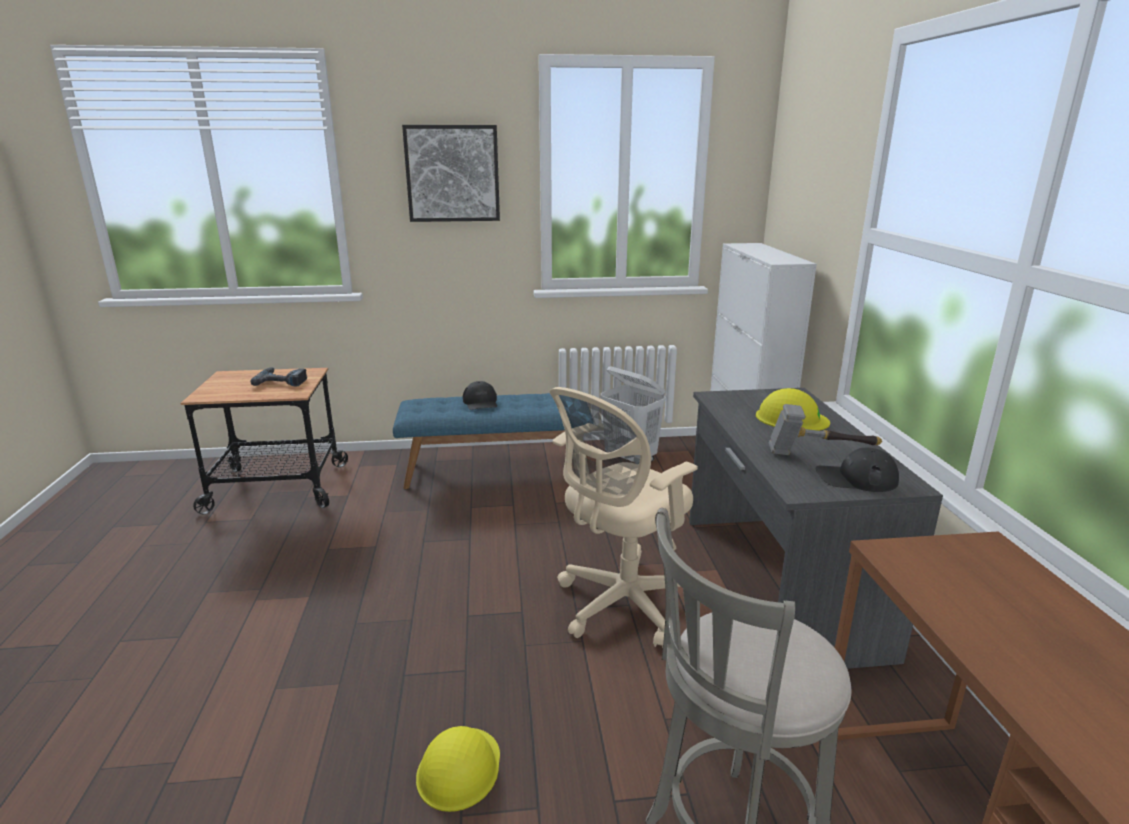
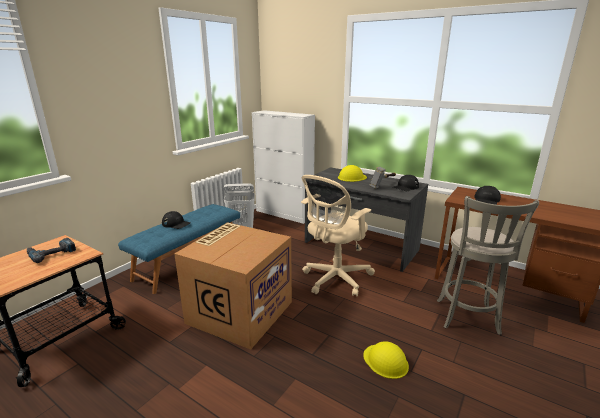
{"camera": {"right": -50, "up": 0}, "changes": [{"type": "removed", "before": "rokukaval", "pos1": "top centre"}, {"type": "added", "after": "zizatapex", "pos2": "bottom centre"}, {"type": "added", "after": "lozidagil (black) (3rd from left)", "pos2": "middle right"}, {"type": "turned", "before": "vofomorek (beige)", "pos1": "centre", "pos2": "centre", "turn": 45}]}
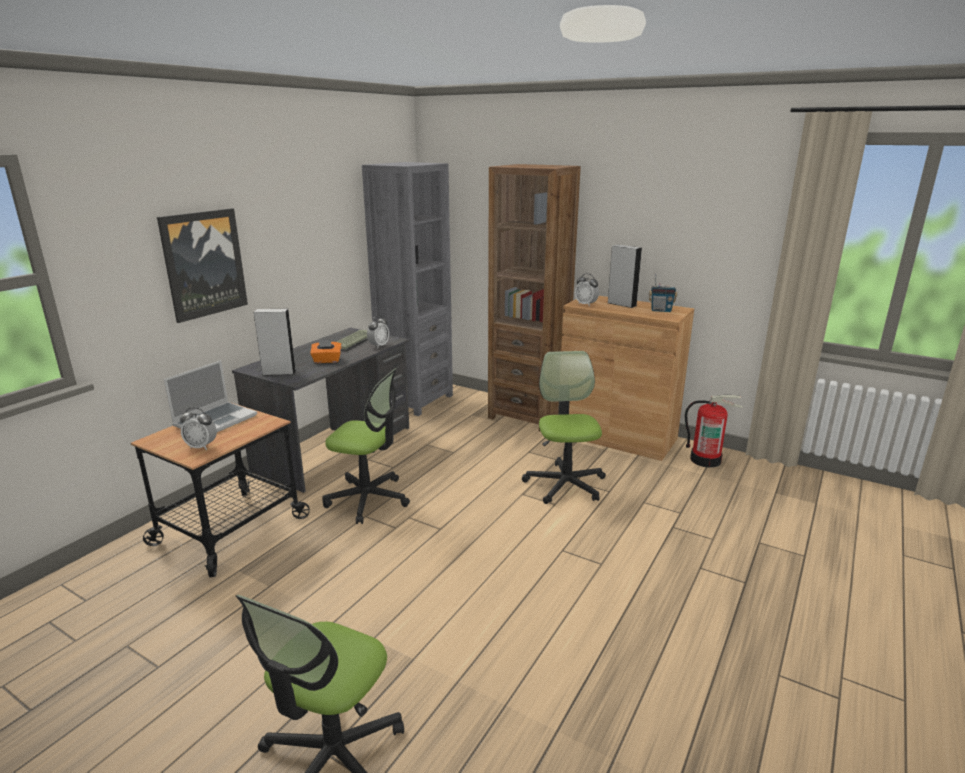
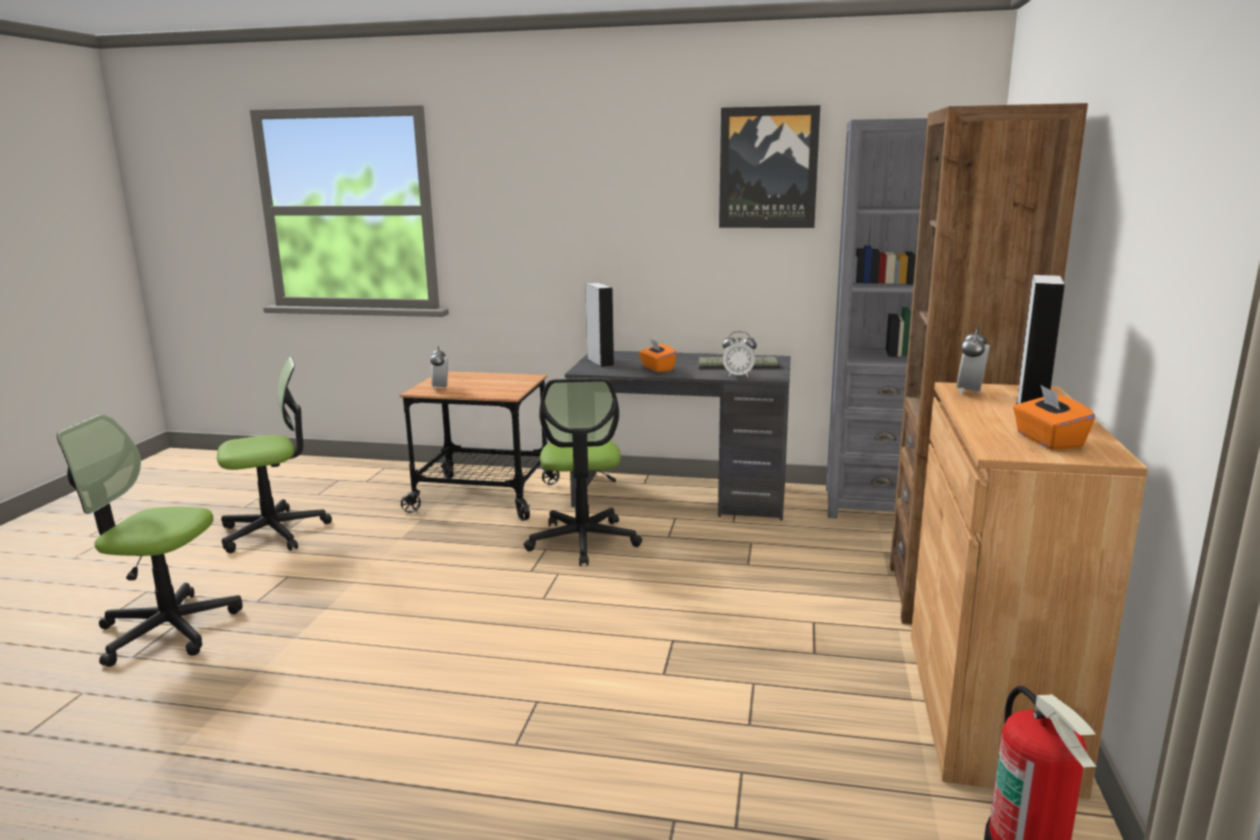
{"camera": {"right": 70, "up": -5}, "changes": [{"type": "removed", "before": "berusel", "pos1": "middle left"}, {"type": "moved", "before": "rokukaval", "pos1": "middle left", "pos2": "top centre"}, {"type": "moved", "before": "vofomorek (3rd from left in the first image)", "after": "vofomorek (2nd from left)", "pos1": "centre", "pos2": "middle left"}, {"type": "replaced", "before": "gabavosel", "after": "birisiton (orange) (2nd from left)", "pos1": "middle right", "pos2": "middle right"}]}
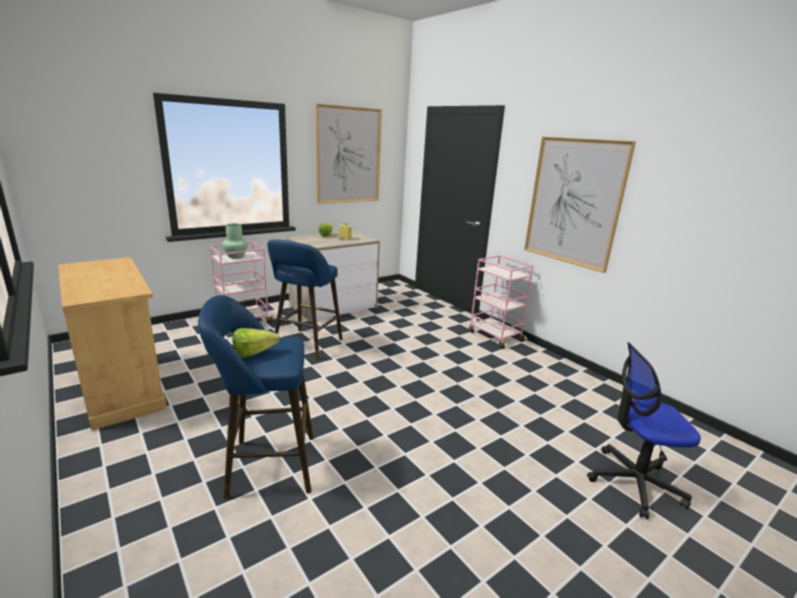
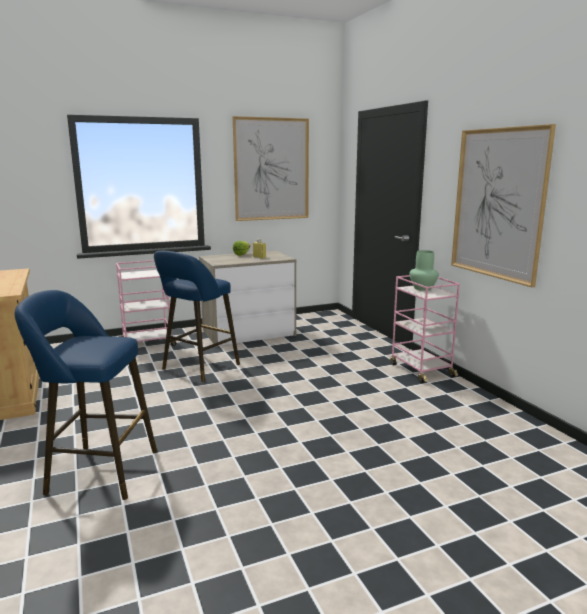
{"camera": {"right": 15, "up": -5}, "changes": [{"type": "removed", "before": "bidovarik (1st from left)", "pos1": "middle left"}, {"type": "removed", "before": "vofomorek", "pos1": "bottom right"}, {"type": "moved", "before": "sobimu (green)", "pos1": "middle left", "pos2": "middle right"}]}
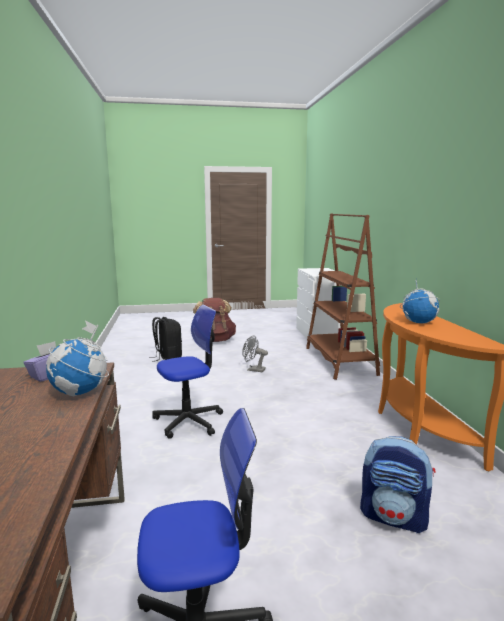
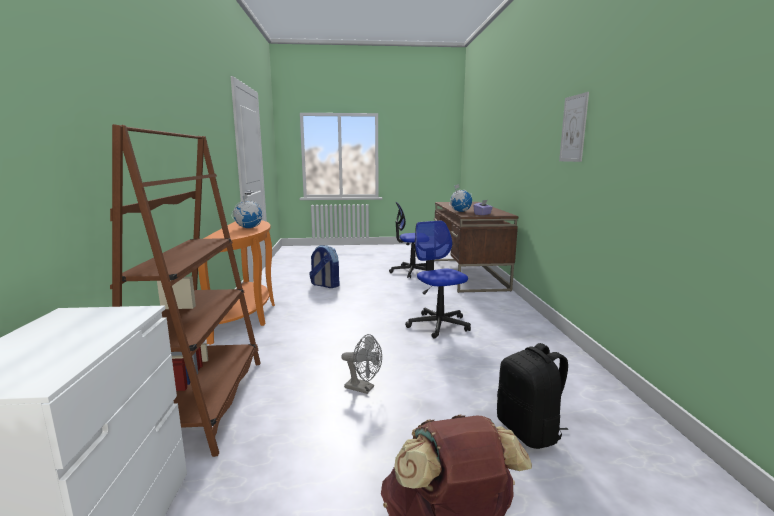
{"camera": {"right": -175, "up": 0}, "changes": [{"type": "added", "after": "rokukaval", "pos2": "top right"}, {"type": "turned", "before": "vofomorek (1st from left in the first image)", "pos1": "centre", "pos2": "centre", "turn": 90}]}
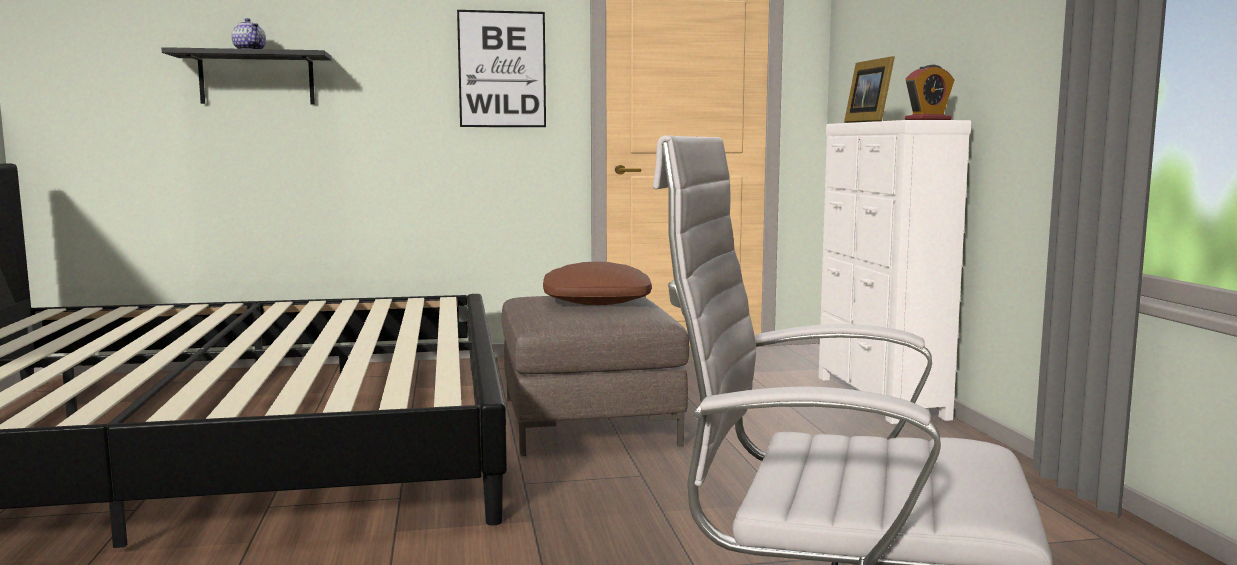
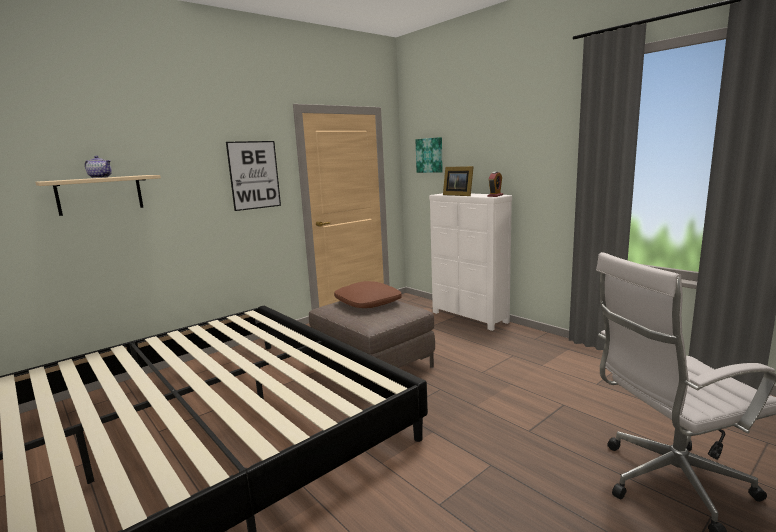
{"camera": {"right": -30, "up": 5}, "changes": [{"type": "added", "after": "rokukaval (2nd from left)", "pos2": "top centre"}, {"type": "recoloured", "before": "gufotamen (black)", "after": "gufotamen (beige)", "pos1": "top left", "pos2": "middle left"}]}
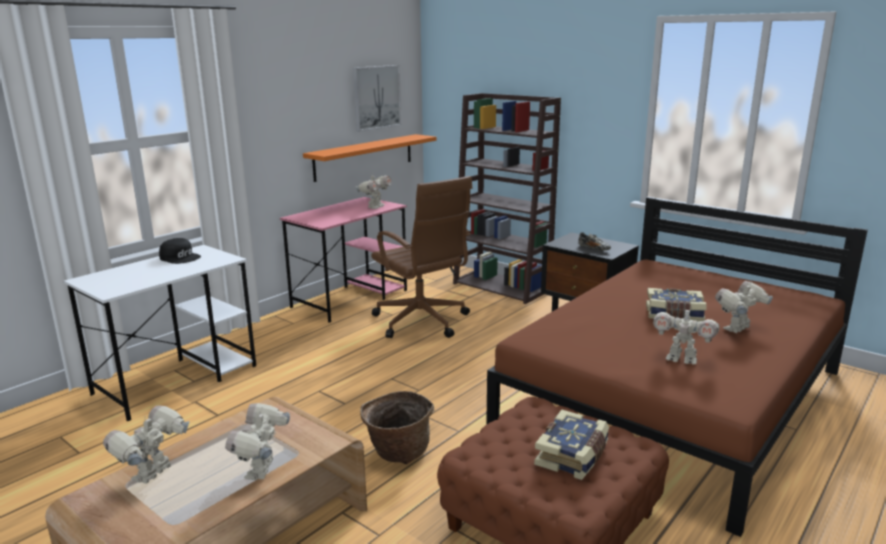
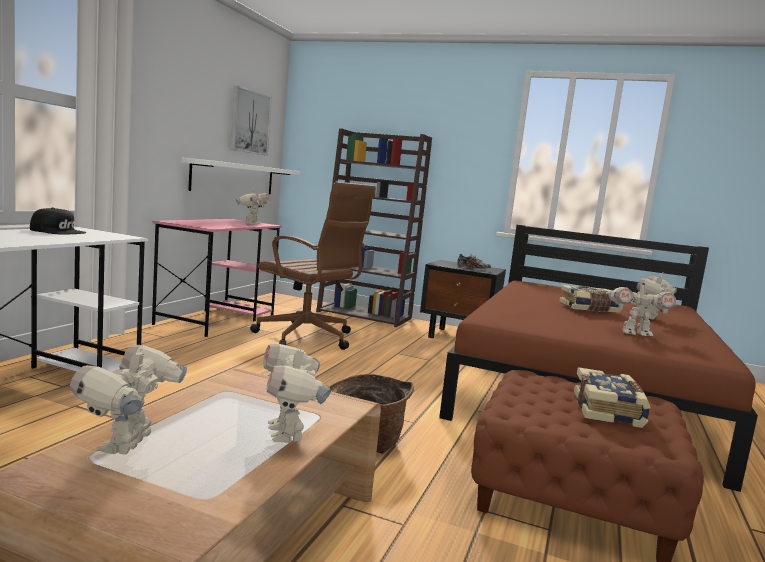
{"camera": {"right": -20, "up": -10}, "changes": [{"type": "recoloured", "before": "gufotamen (orange)", "after": "gufotamen (white)", "pos1": "top centre", "pos2": "top left"}]}
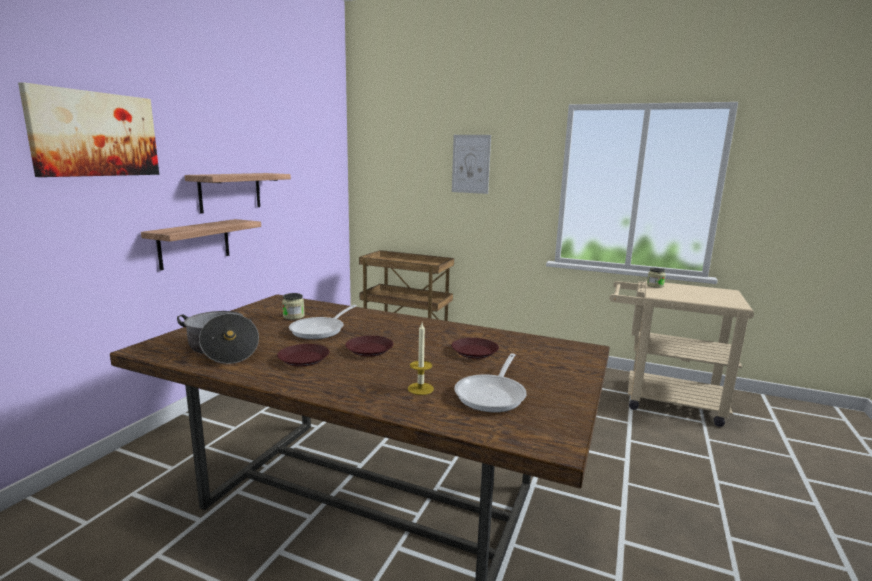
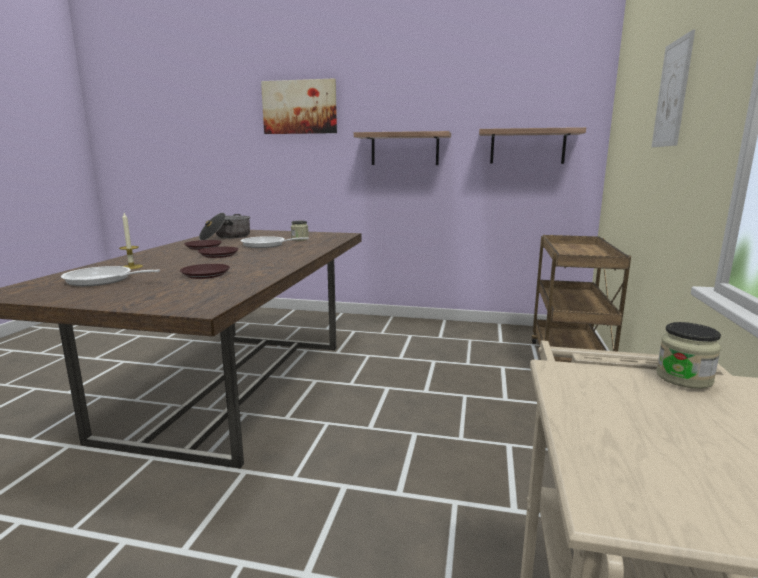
{"camera": {"right": 80, "up": 0}, "changes": [{"type": "moved", "before": "gufotamen (1st from left in the first image)", "after": "gufotamen (2nd from left)", "pos1": "middle left", "pos2": "top right"}]}
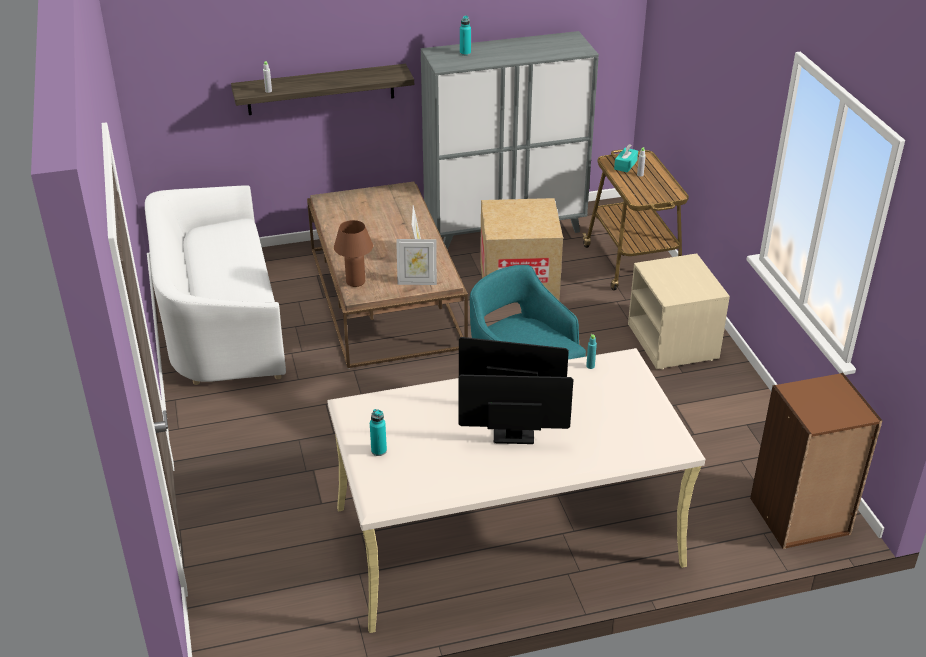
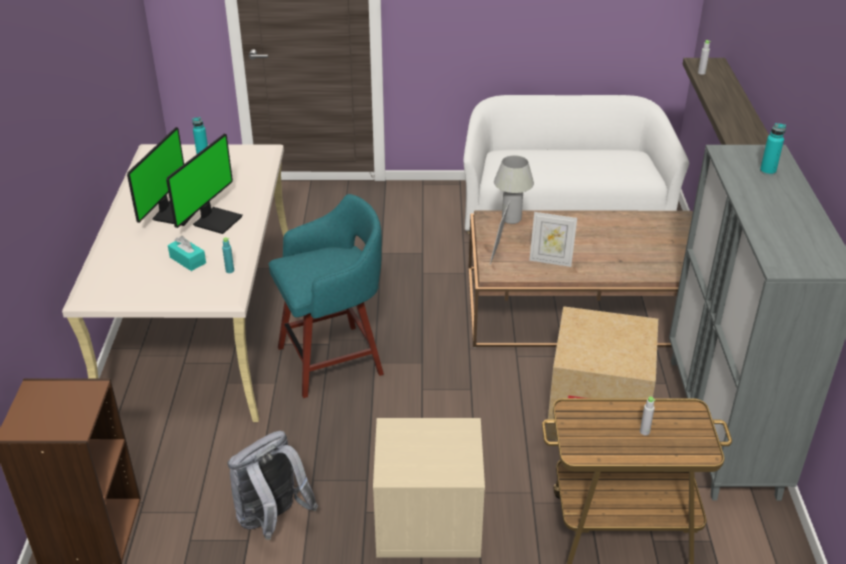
{"camera": {"right": 105, "up": 0}, "changes": [{"type": "added", "after": "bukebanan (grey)", "pos2": "bottom left"}, {"type": "moved", "before": "birisiton (turquoise)", "pos1": "top right", "pos2": "middle left"}, {"type": "recoloured", "before": "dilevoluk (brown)", "after": "dilevoluk (white)", "pos1": "centre", "pos2": "centre"}]}
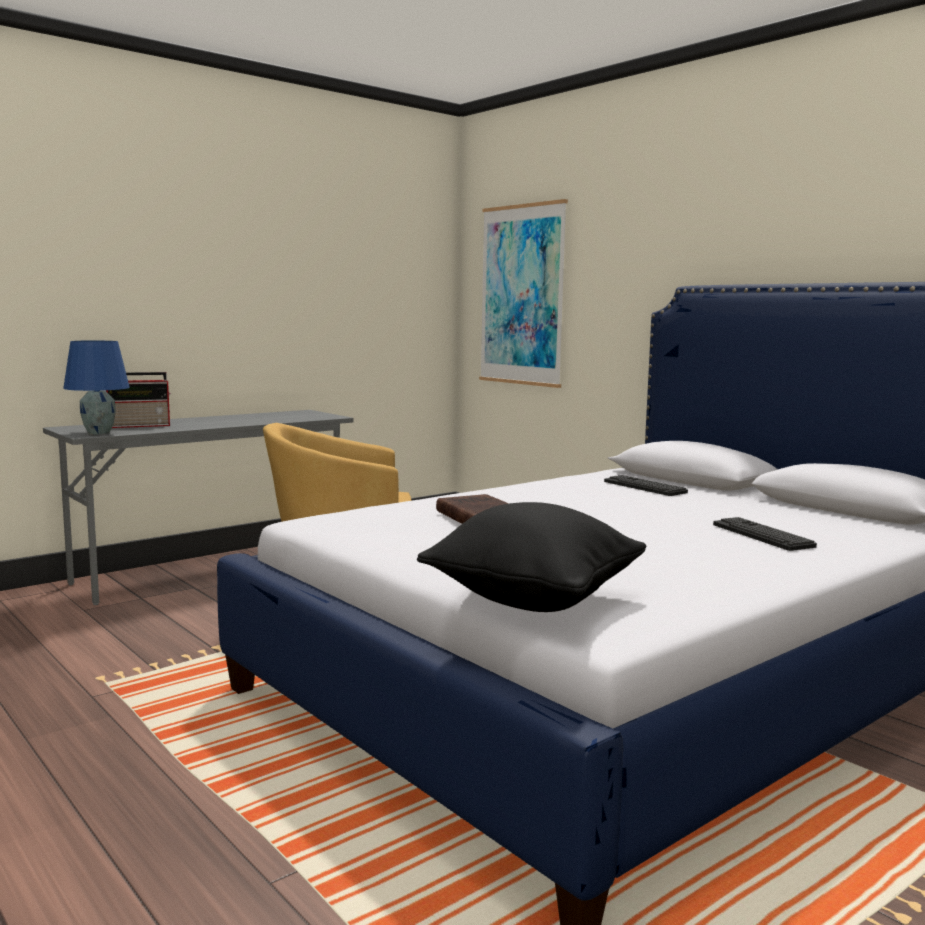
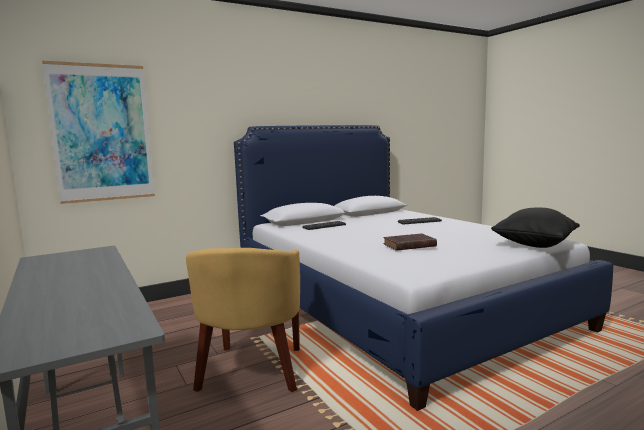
{"camera": {"right": -80, "up": 0}, "changes": [{"type": "removed", "before": "dilevoluk (blue)", "pos1": "middle left"}, {"type": "removed", "before": "gabavosel", "pos1": "middle left"}]}
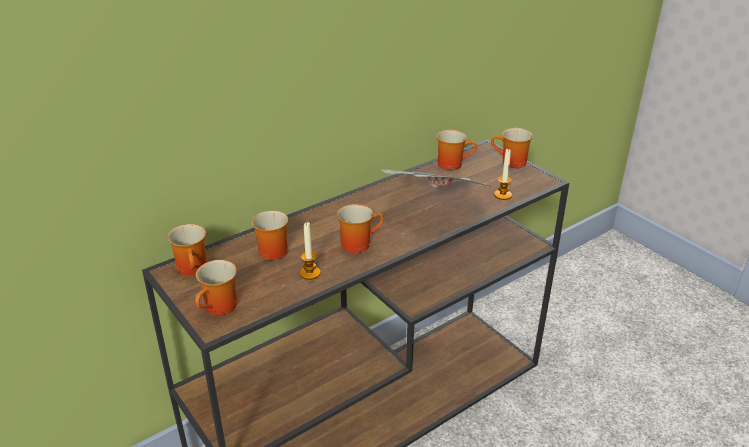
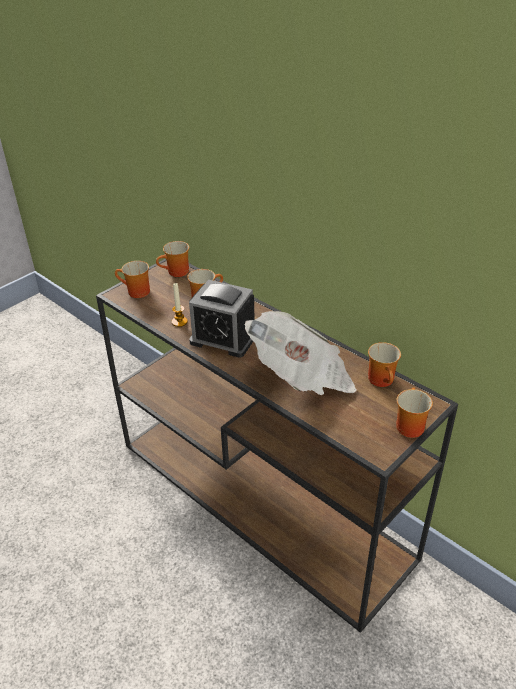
{"camera": {"right": 80, "up": 5}, "changes": [{"type": "removed", "before": "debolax (2nd from left)", "pos1": "middle right"}, {"type": "replaced", "before": "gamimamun (4th from left)", "after": "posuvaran", "pos1": "centre", "pos2": "centre"}]}
